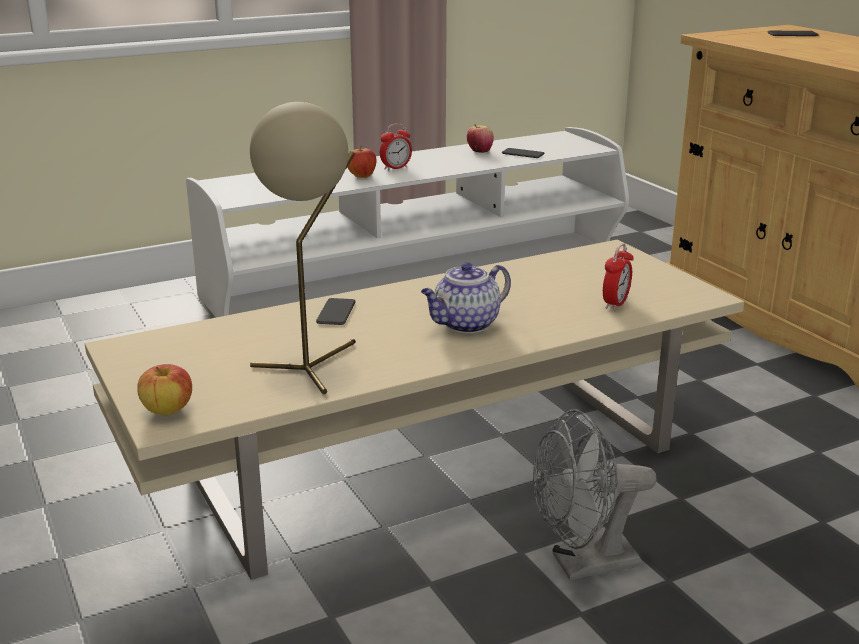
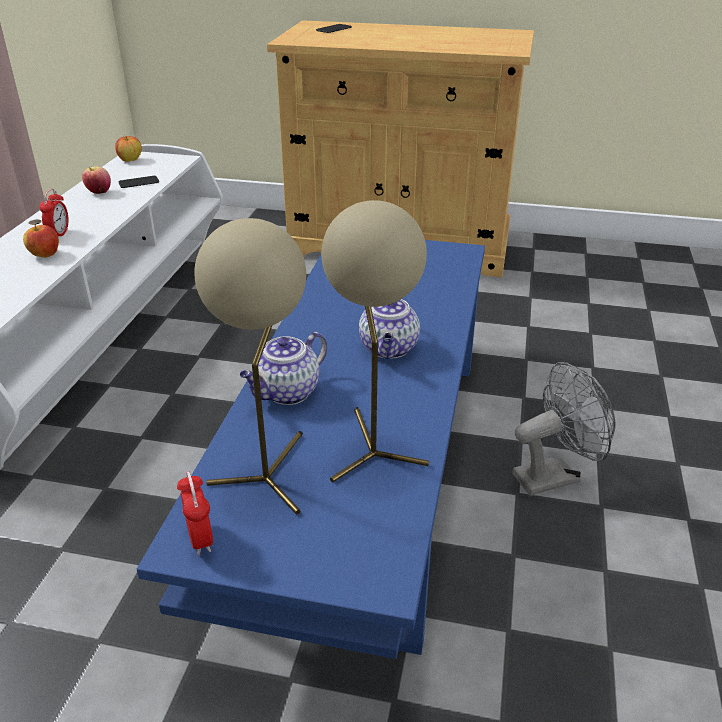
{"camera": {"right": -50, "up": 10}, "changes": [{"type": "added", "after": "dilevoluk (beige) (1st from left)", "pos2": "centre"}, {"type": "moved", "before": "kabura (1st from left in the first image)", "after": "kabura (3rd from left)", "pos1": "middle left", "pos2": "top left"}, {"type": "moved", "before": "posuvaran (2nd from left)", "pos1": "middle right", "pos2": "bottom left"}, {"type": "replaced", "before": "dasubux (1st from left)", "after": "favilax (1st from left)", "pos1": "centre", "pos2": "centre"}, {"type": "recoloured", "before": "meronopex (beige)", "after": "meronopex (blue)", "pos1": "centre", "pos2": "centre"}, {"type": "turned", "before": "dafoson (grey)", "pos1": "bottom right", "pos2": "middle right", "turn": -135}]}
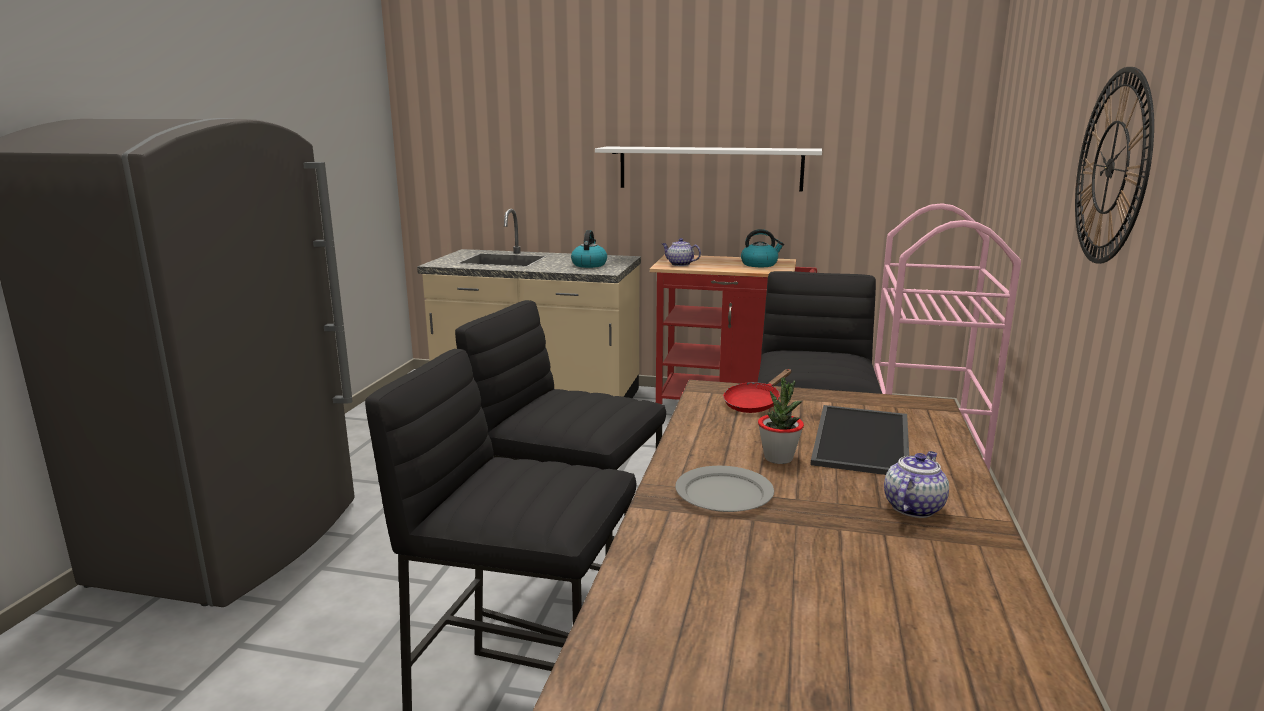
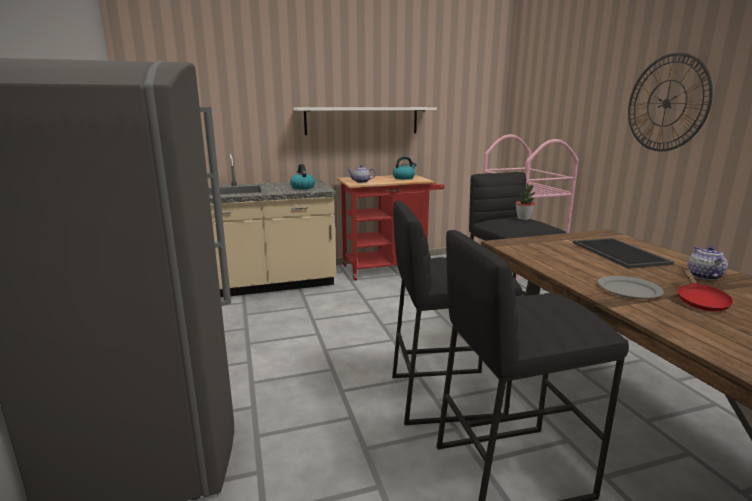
{"camera": {"right": -30, "up": 0}, "changes": [{"type": "moved", "before": "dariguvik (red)", "pos1": "centre", "pos2": "middle right"}, {"type": "moved", "before": "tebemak", "pos1": "centre", "pos2": "middle right"}]}
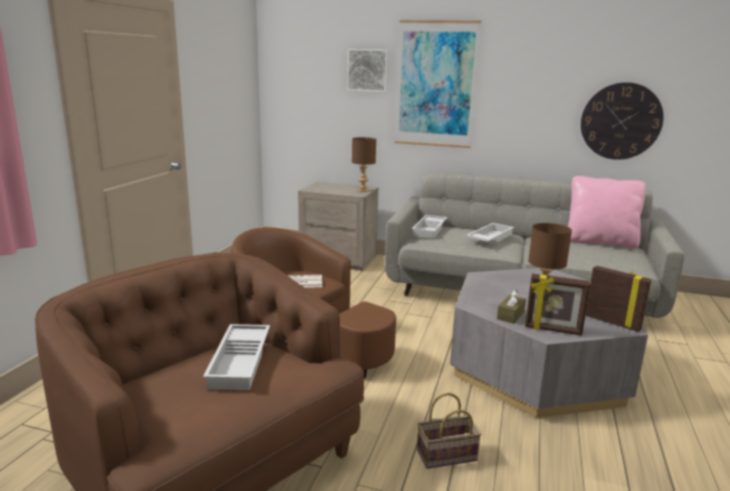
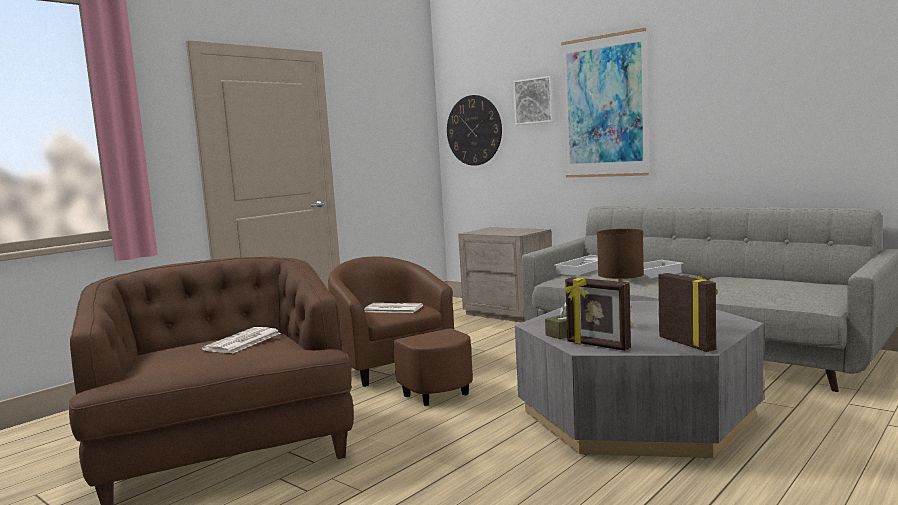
{"camera": {"right": 25, "up": -10}, "changes": [{"type": "removed", "before": "dilevoluk (brown) (1st from left)", "pos1": "centre"}, {"type": "removed", "before": "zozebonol", "pos1": "bottom centre"}, {"type": "removed", "before": "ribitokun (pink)", "pos1": "middle right"}, {"type": "moved", "before": "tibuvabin", "pos1": "top right", "pos2": "top centre"}, {"type": "replaced", "before": "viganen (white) (1st from left)", "after": "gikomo (1st from left)", "pos1": "bottom left", "pos2": "bottom left"}]}
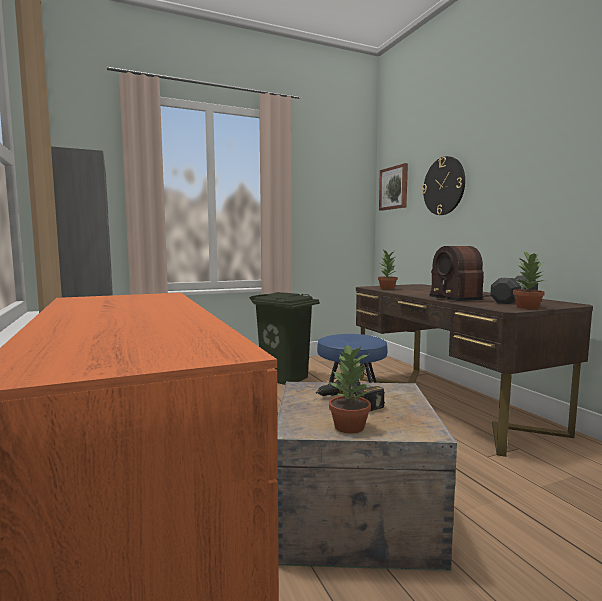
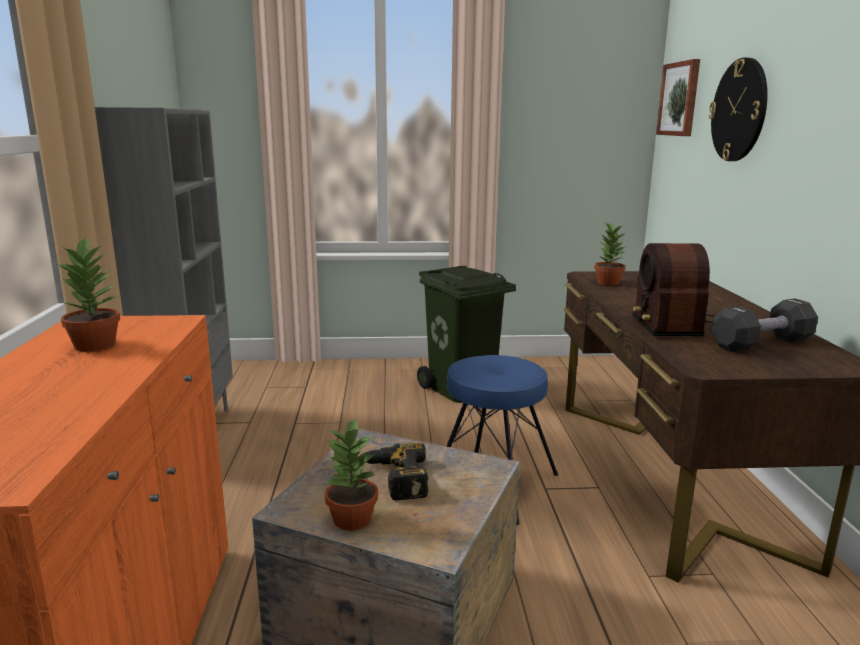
{"camera": {"right": 20, "up": 10}, "changes": [{"type": "moved", "before": "tebemak (3rd from left in the first image)", "after": "tebemak (1st from left)", "pos1": "middle right", "pos2": "middle left"}]}
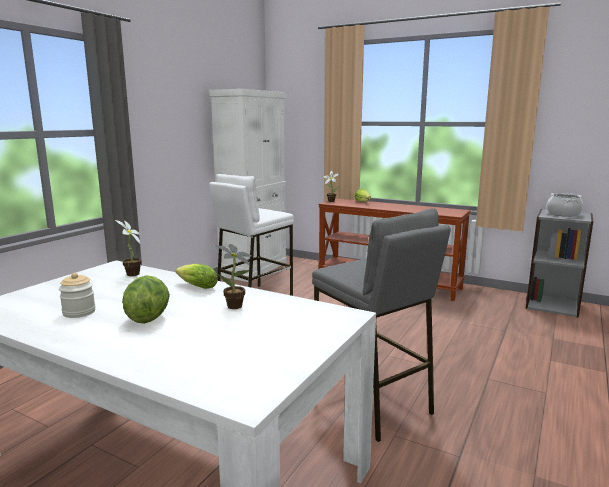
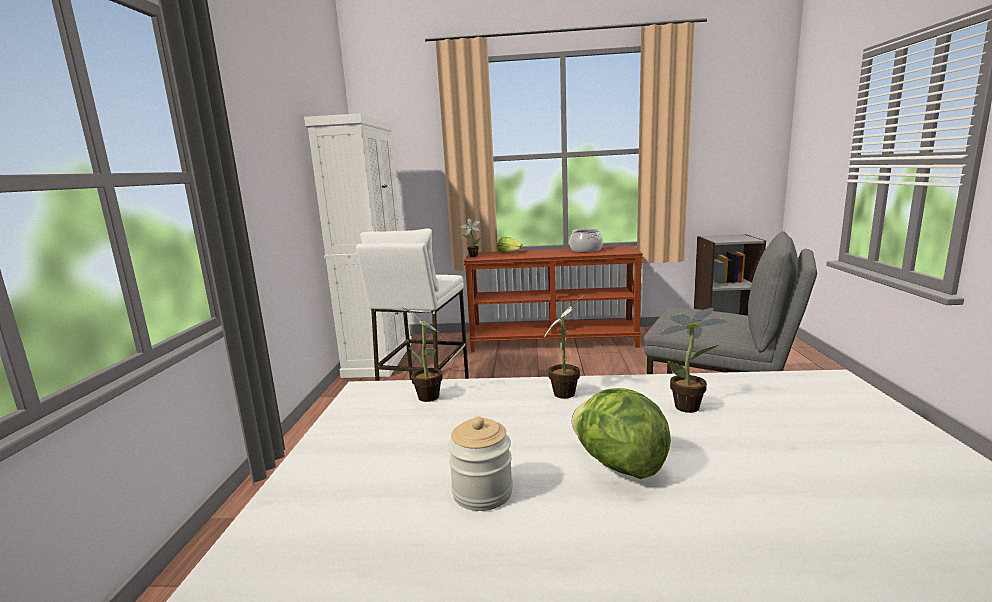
{"camera": {"right": -25, "up": 0}, "changes": [{"type": "moved", "before": "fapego", "pos1": "middle right", "pos2": "centre"}, {"type": "replaced", "before": "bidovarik (2nd from left)", "after": "tebemak (3rd from left)", "pos1": "middle left", "pos2": "centre"}]}
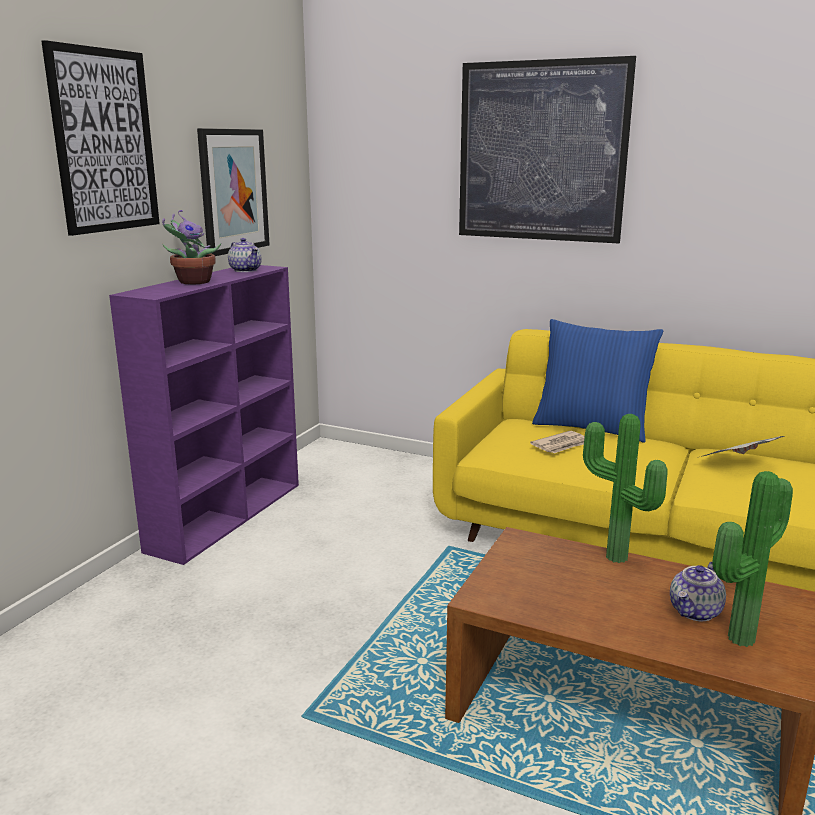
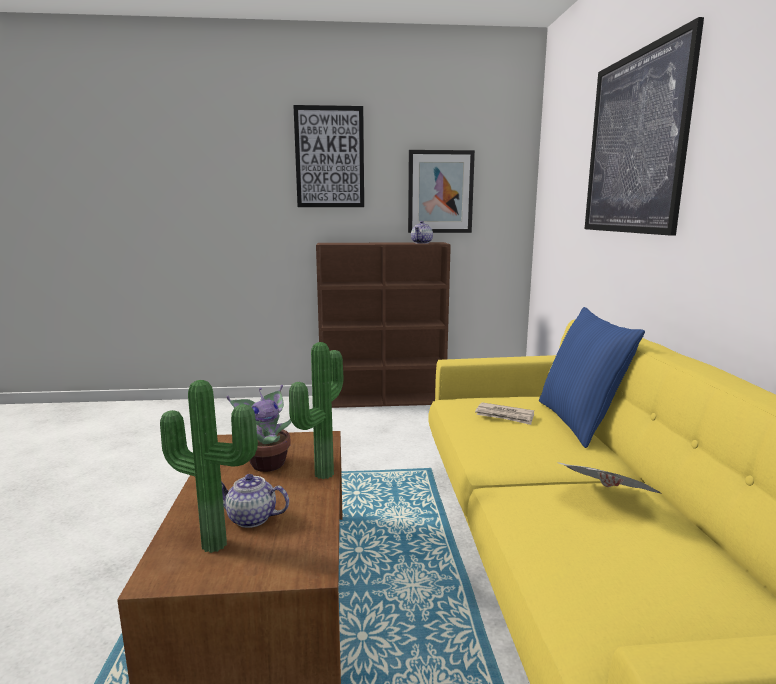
{"camera": {"right": 60, "up": -5}, "changes": [{"type": "moved", "before": "tebemak (1st from left in the first image)", "after": "tebemak (2nd from left)", "pos1": "top left", "pos2": "middle left"}, {"type": "recoloured", "before": "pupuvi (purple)", "after": "pupuvi (brown)", "pos1": "middle left", "pos2": "centre"}]}
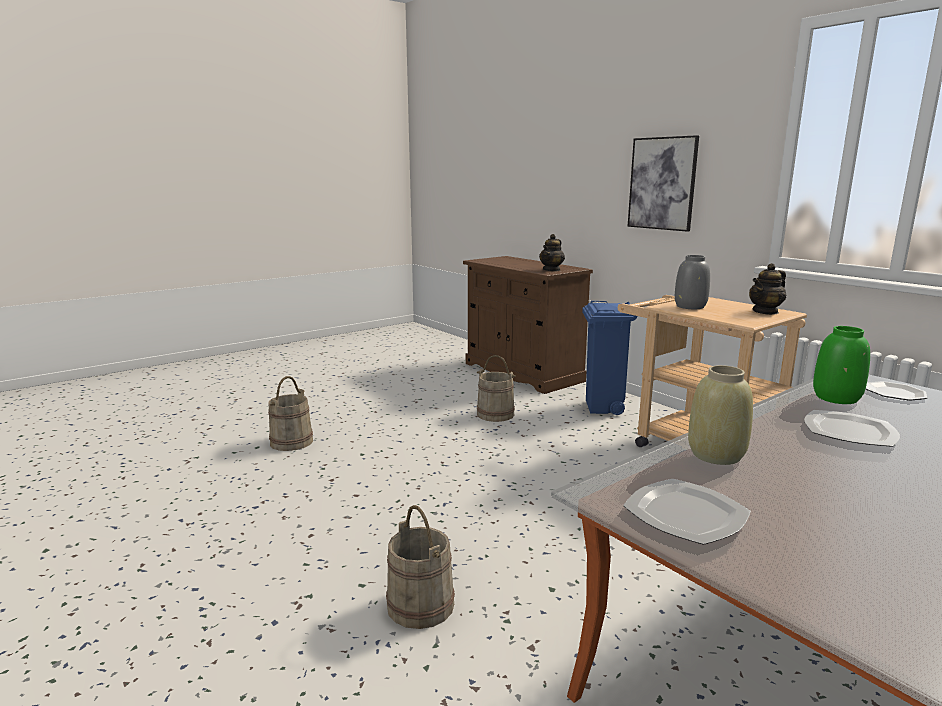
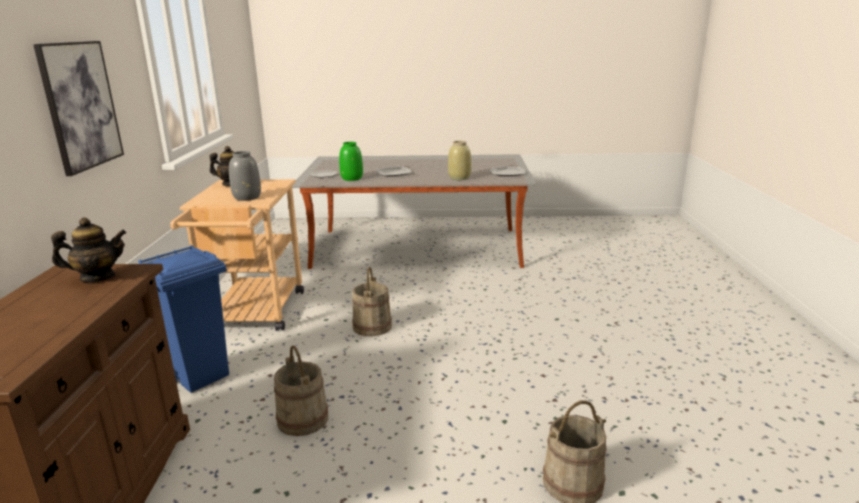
{"camera": {"right": -140, "up": 5}, "changes": [{"type": "moved", "before": "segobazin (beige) (2nd from left)", "pos1": "bottom centre", "pos2": "centre"}]}
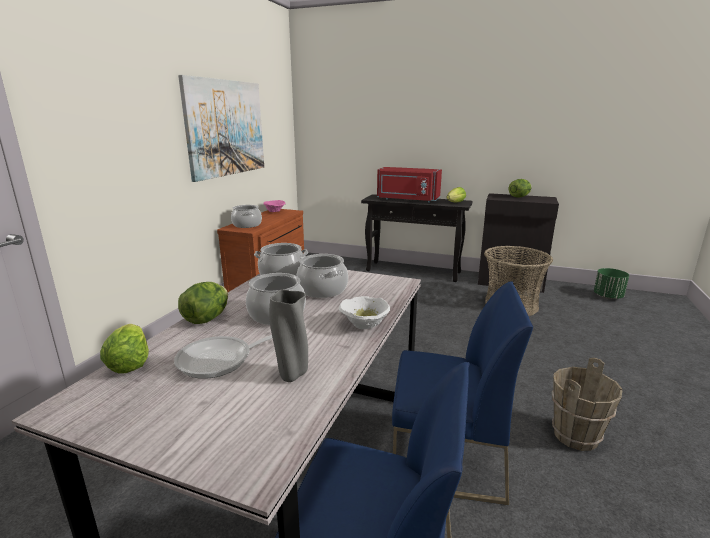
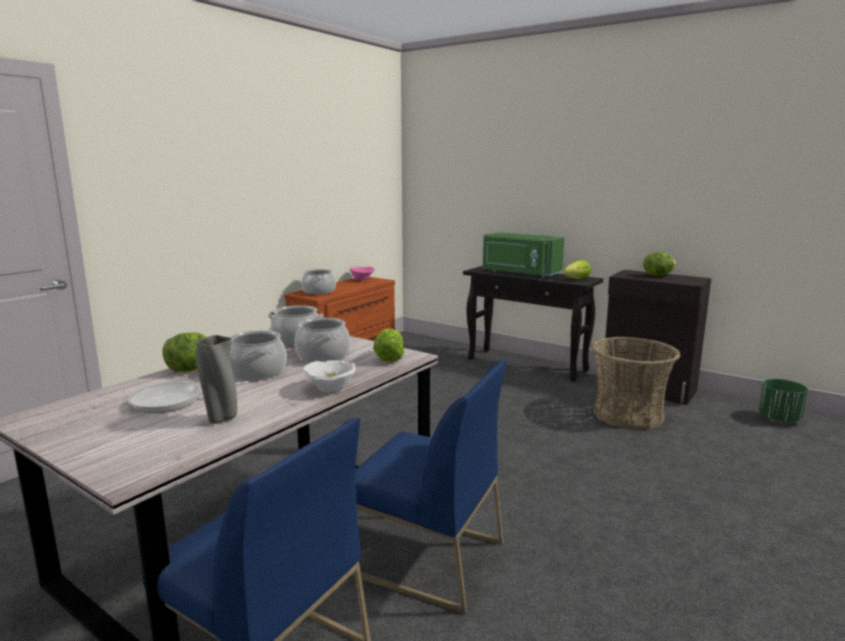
{"camera": {"right": 15, "up": -5}, "changes": [{"type": "removed", "before": "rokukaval", "pos1": "top left"}, {"type": "removed", "before": "segobazin (brown)", "pos1": "bottom right"}, {"type": "moved", "before": "bidovarik (1st from left in the first image)", "after": "bidovarik (2nd from left)", "pos1": "middle left", "pos2": "centre"}, {"type": "recoloured", "before": "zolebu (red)", "after": "zolebu (green)", "pos1": "centre", "pos2": "centre"}]}
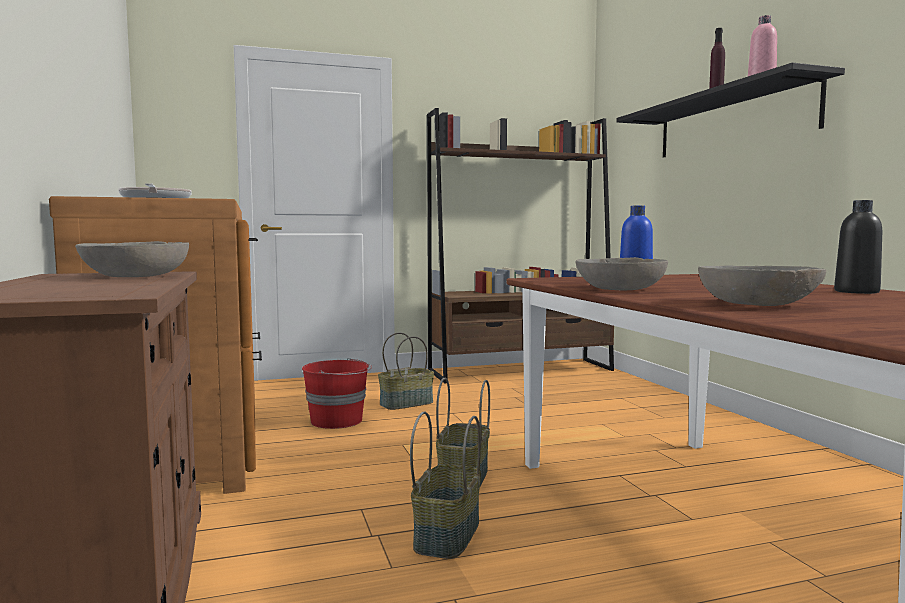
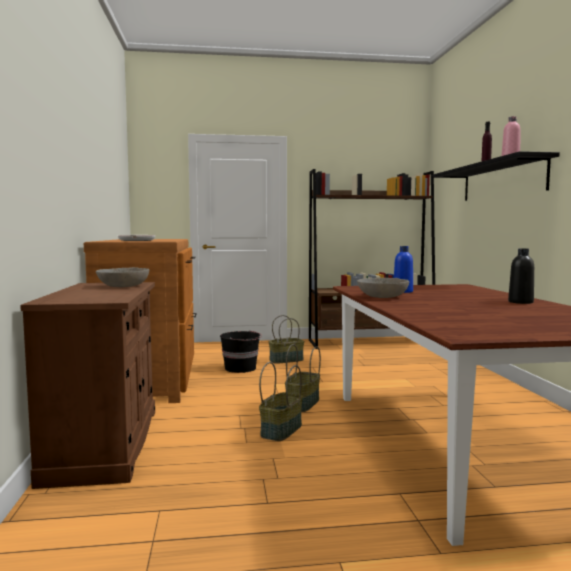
{"camera": {"right": 10, "up": 0}, "changes": [{"type": "removed", "before": "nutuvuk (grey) (3rd from left)", "pos1": "middle right"}, {"type": "recoloured", "before": "segobazin (red)", "after": "segobazin (black)", "pos1": "centre", "pos2": "centre"}]}
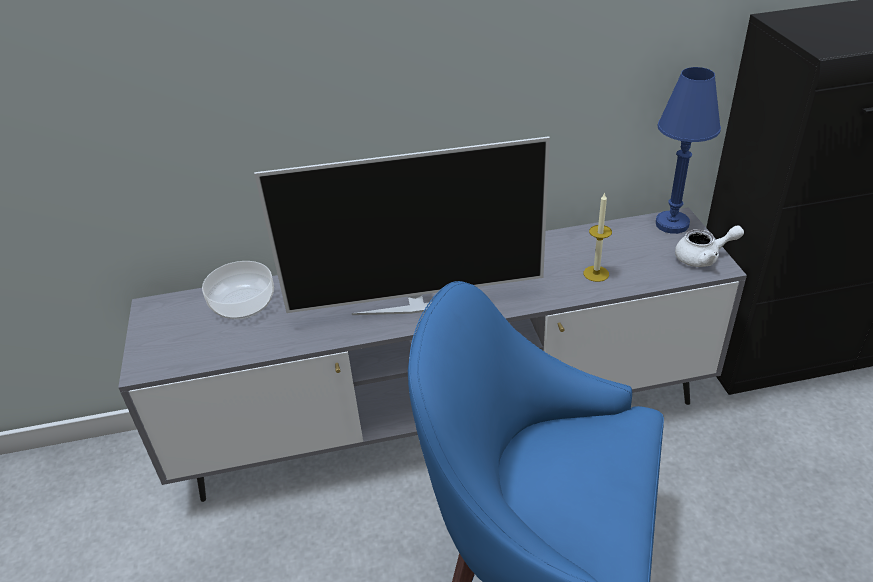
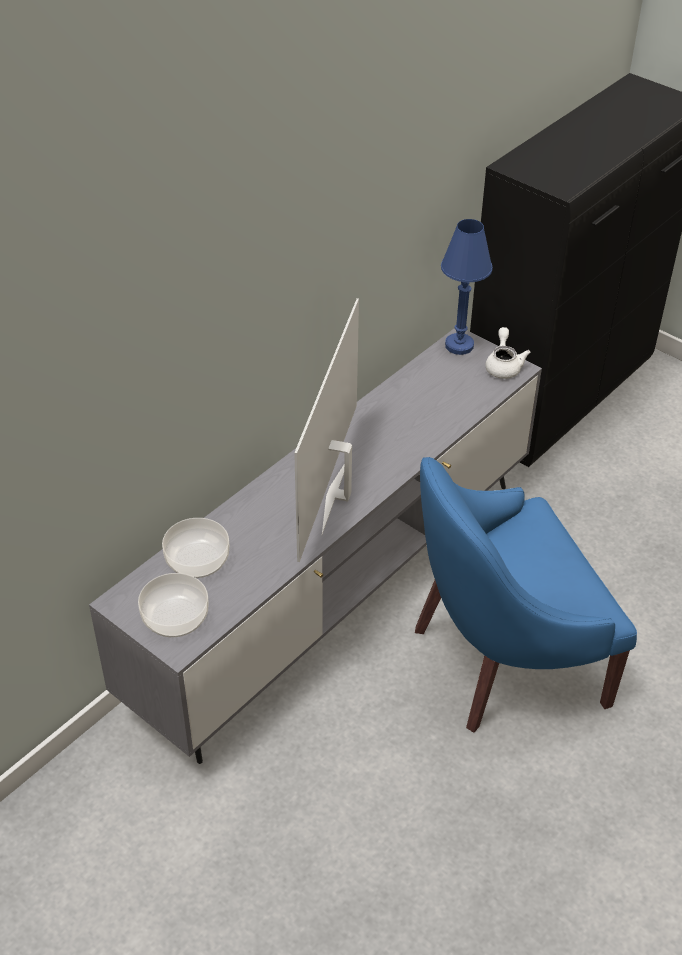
{"camera": {"right": -40, "up": 5}, "changes": [{"type": "removed", "before": "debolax", "pos1": "middle right"}, {"type": "added", "after": "nutuvuk (1st from left)", "pos2": "middle left"}, {"type": "turned", "before": "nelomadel", "pos1": "centre", "pos2": "centre", "turn": 150}, {"type": "turned", "before": "favilax (white)", "pos1": "middle right", "pos2": "middle right", "turn": -45}]}
